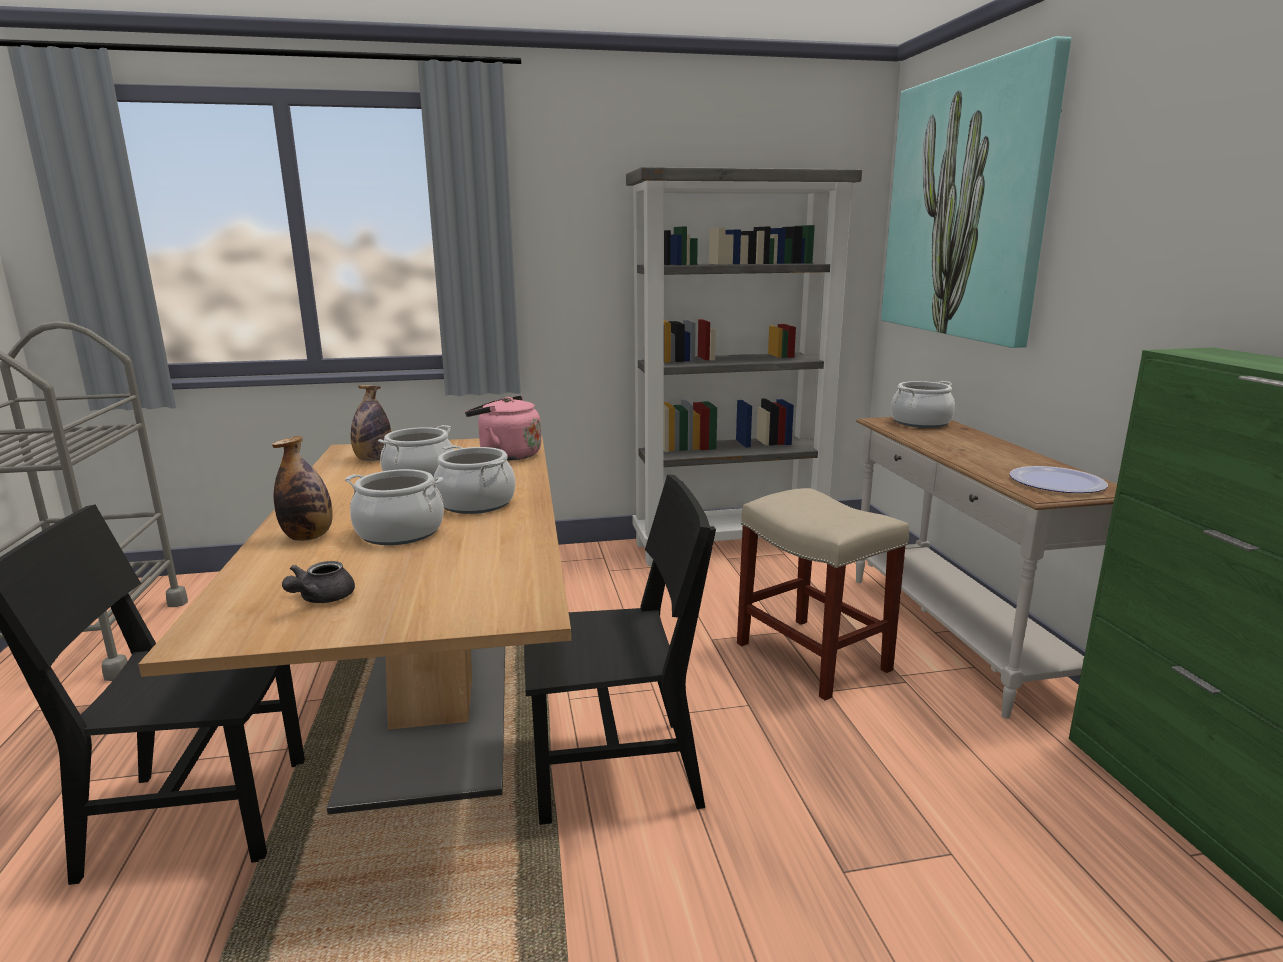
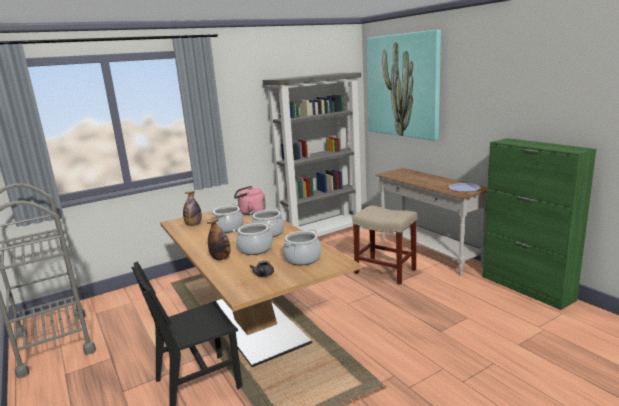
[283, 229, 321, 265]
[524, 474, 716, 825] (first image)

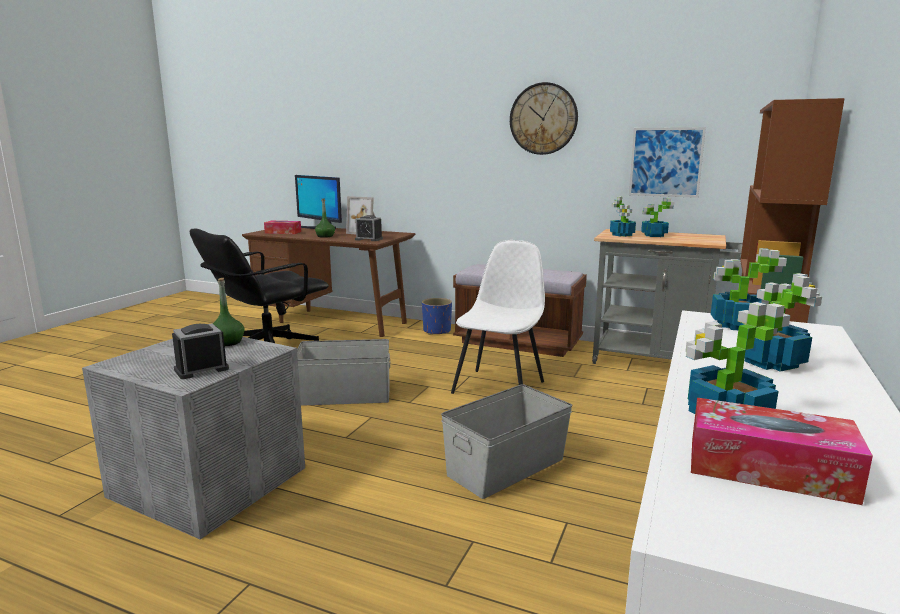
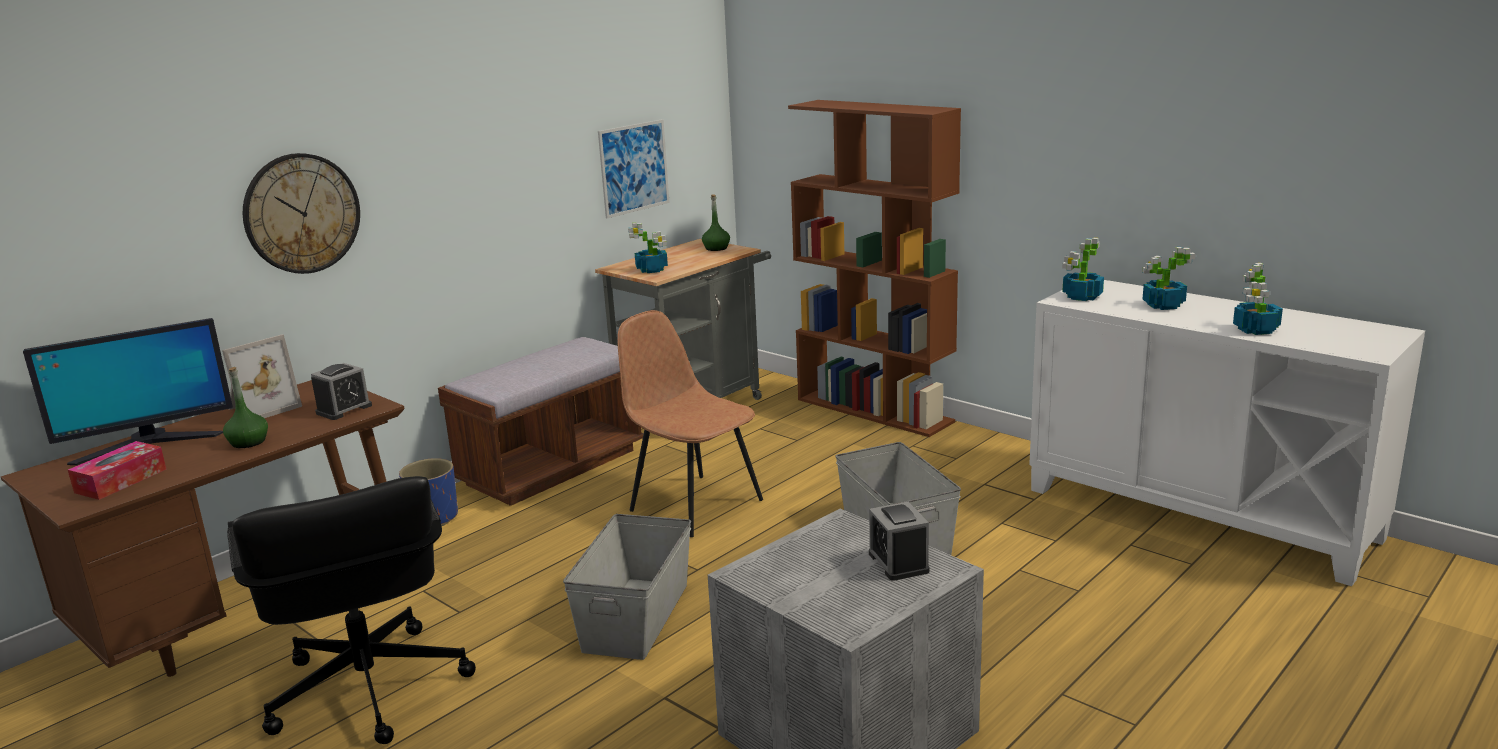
[243, 153, 360, 274]
[617, 310, 763, 537]
[702, 194, 730, 251]
[641, 198, 674, 237] (first image)
[691, 398, 873, 505] (first image)

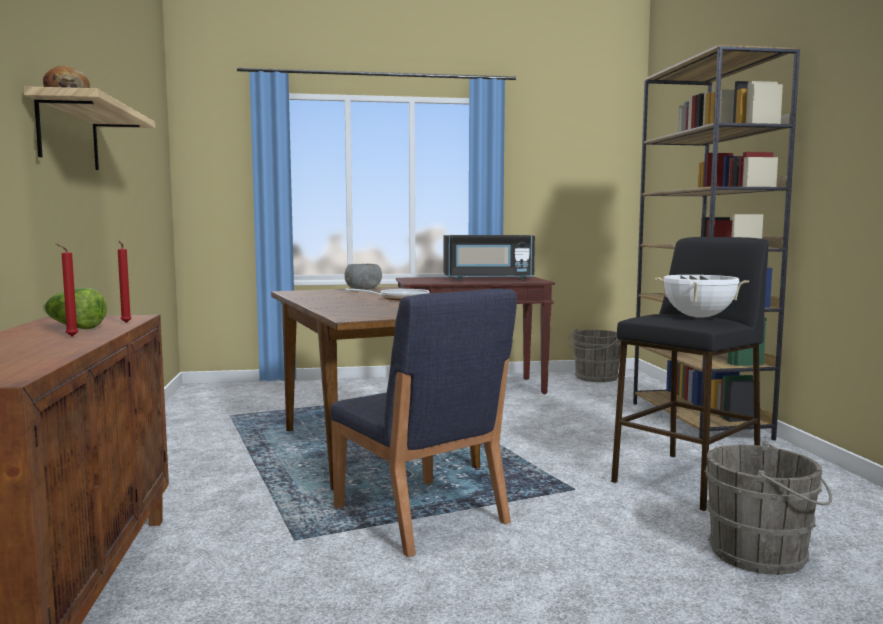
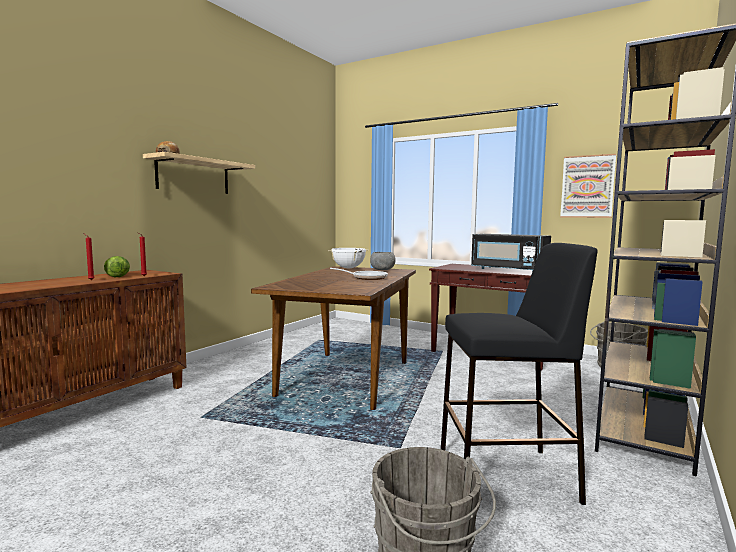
[328, 248, 369, 268]
[560, 154, 616, 218]
[330, 289, 517, 557] (first image)

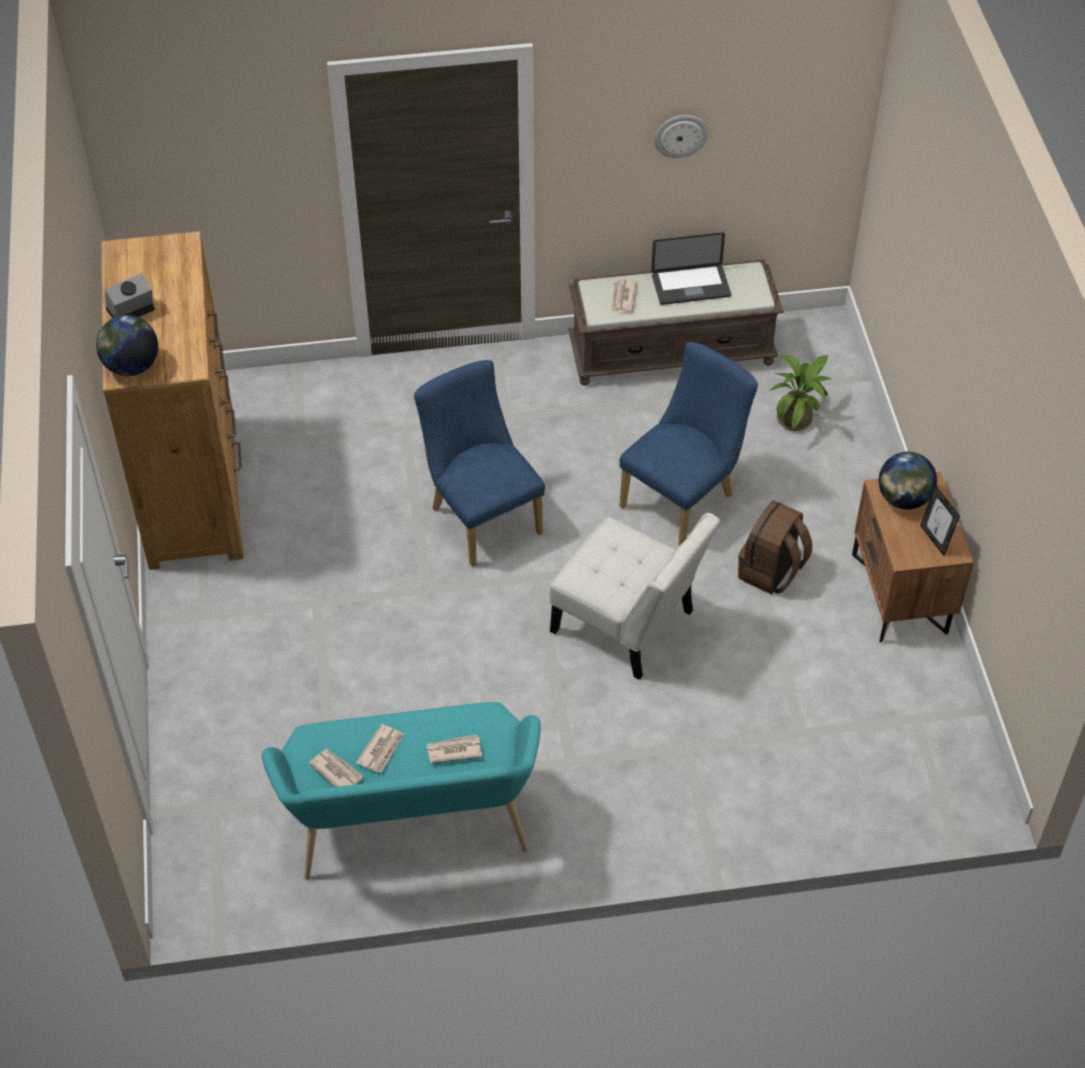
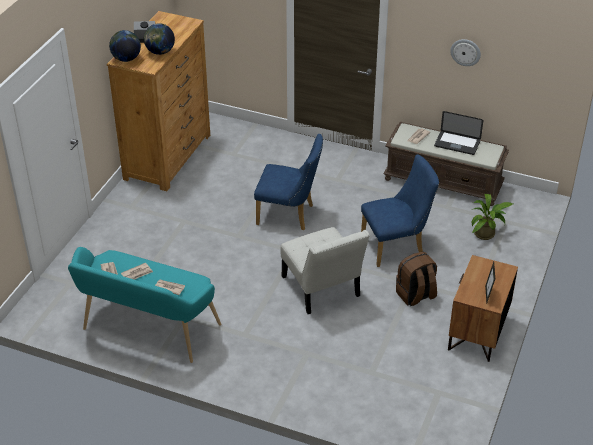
[144, 23, 175, 55]
[254, 134, 323, 231]

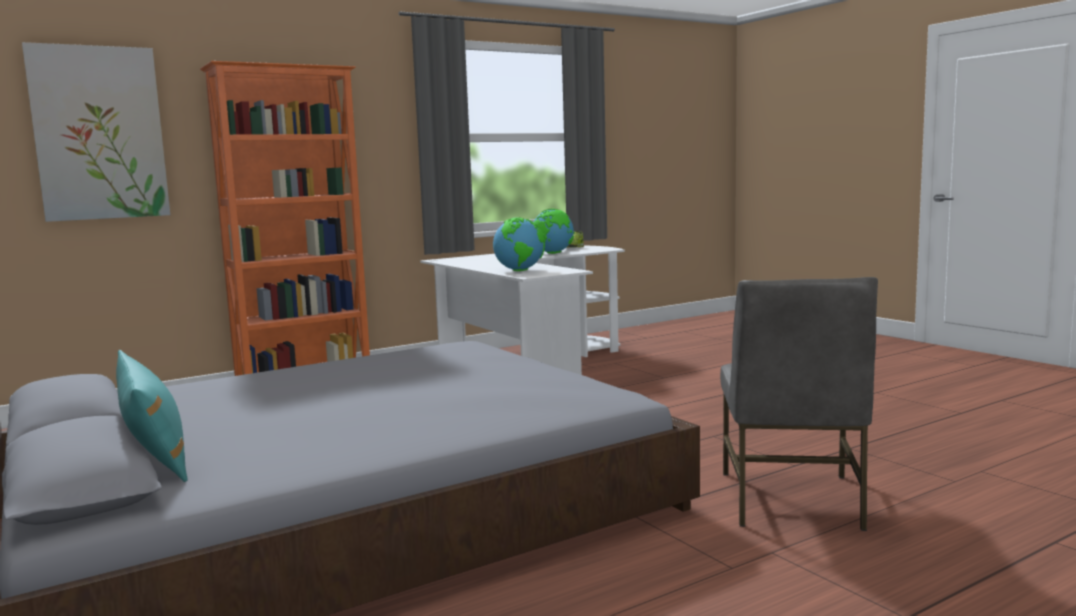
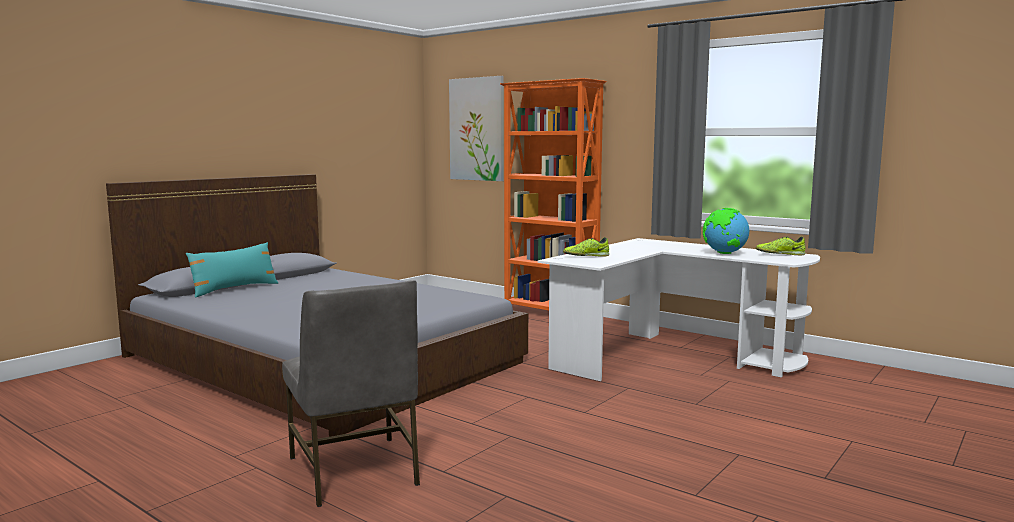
[282, 280, 420, 507]
[563, 237, 609, 256]

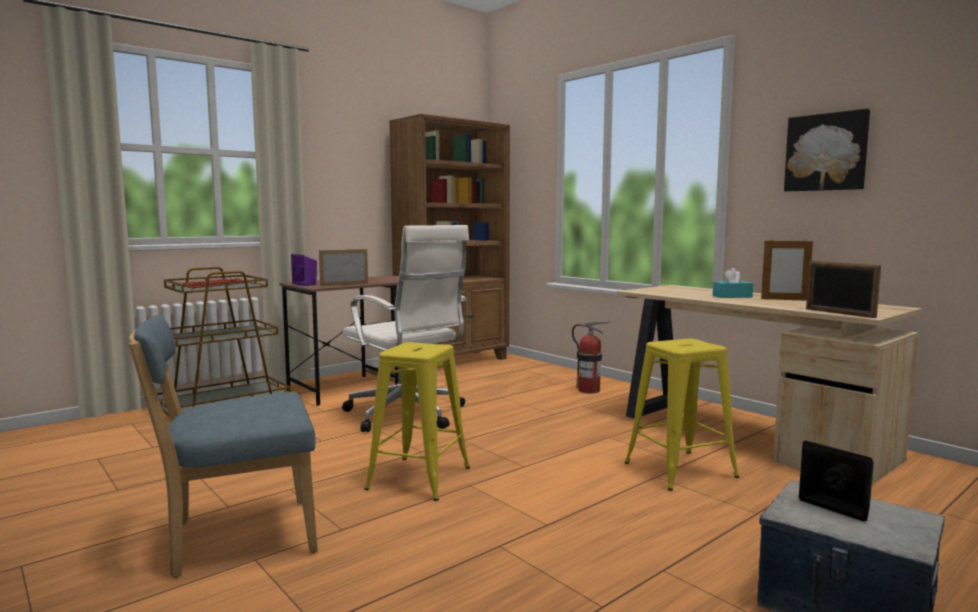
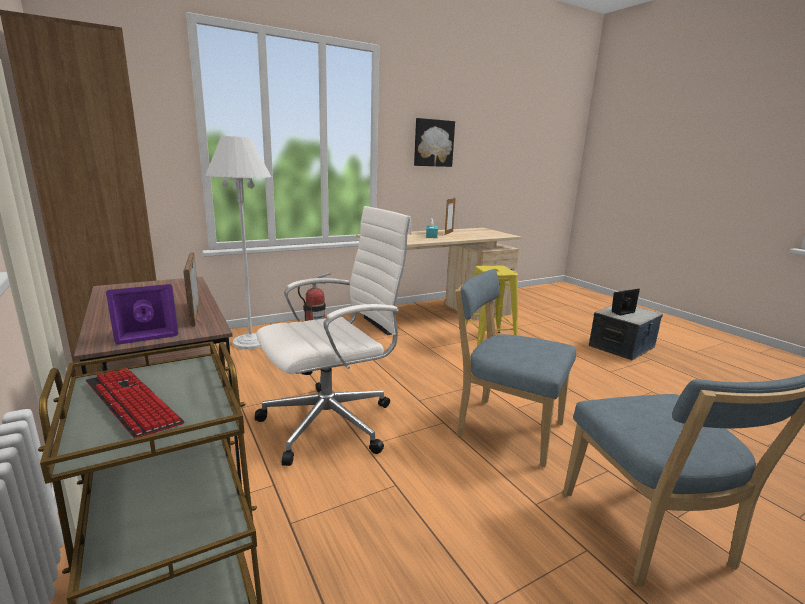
[205, 136, 271, 349]
[455, 269, 576, 467]
[806, 261, 881, 318] (first image)

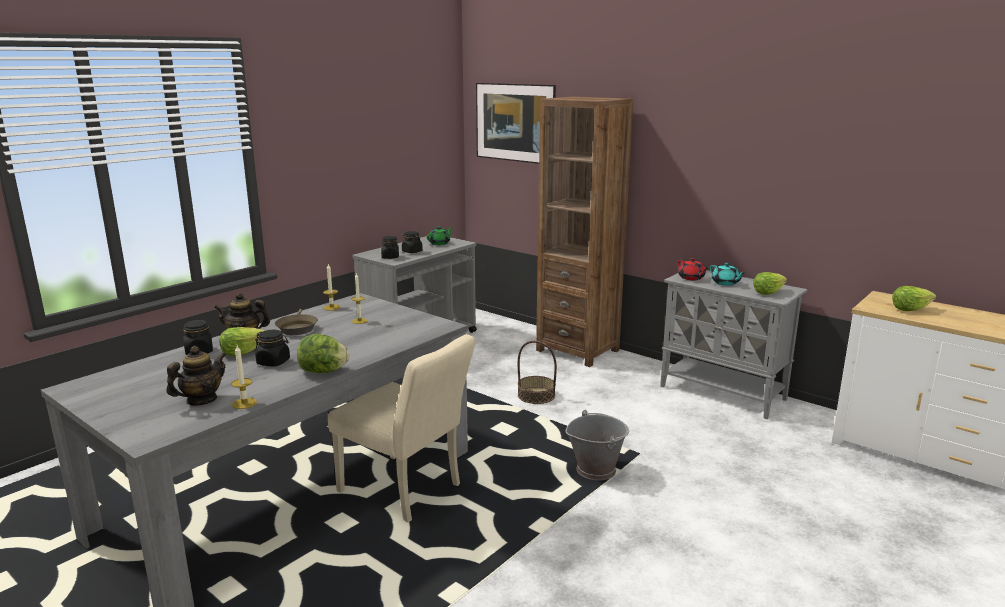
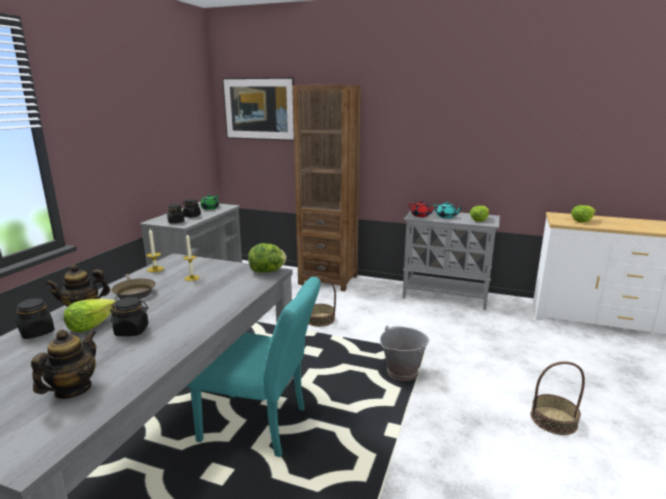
[187, 277, 321, 457]
[248, 243, 287, 273]
[531, 361, 585, 435]
[231, 345, 257, 409] (first image)

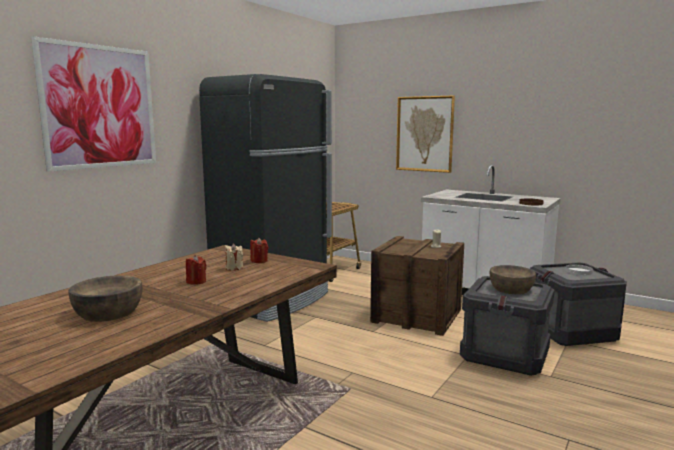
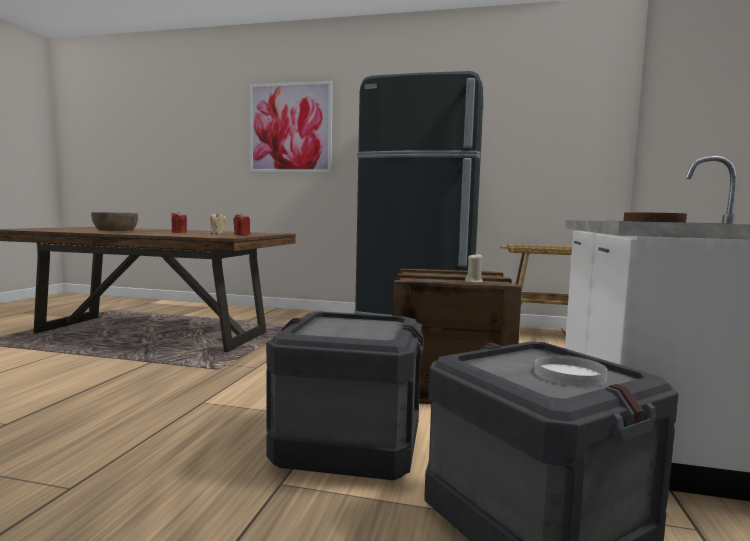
[396, 95, 455, 173] (first image)
[490, 265, 536, 294] (first image)

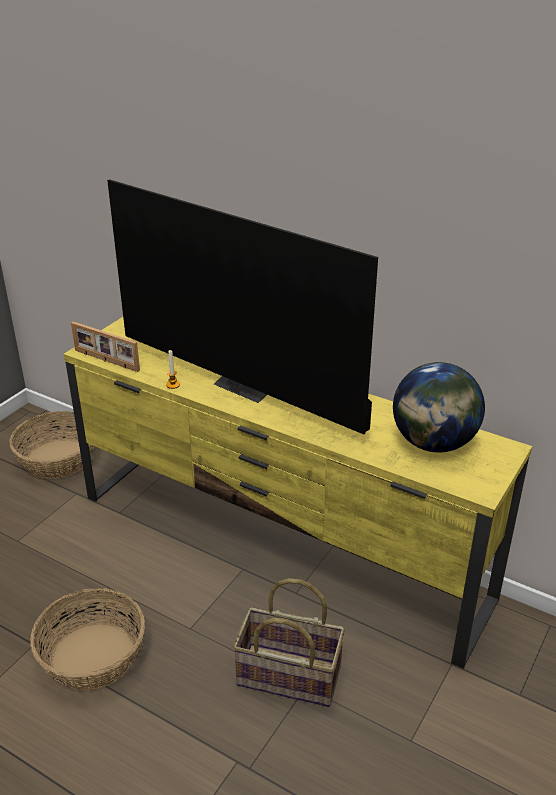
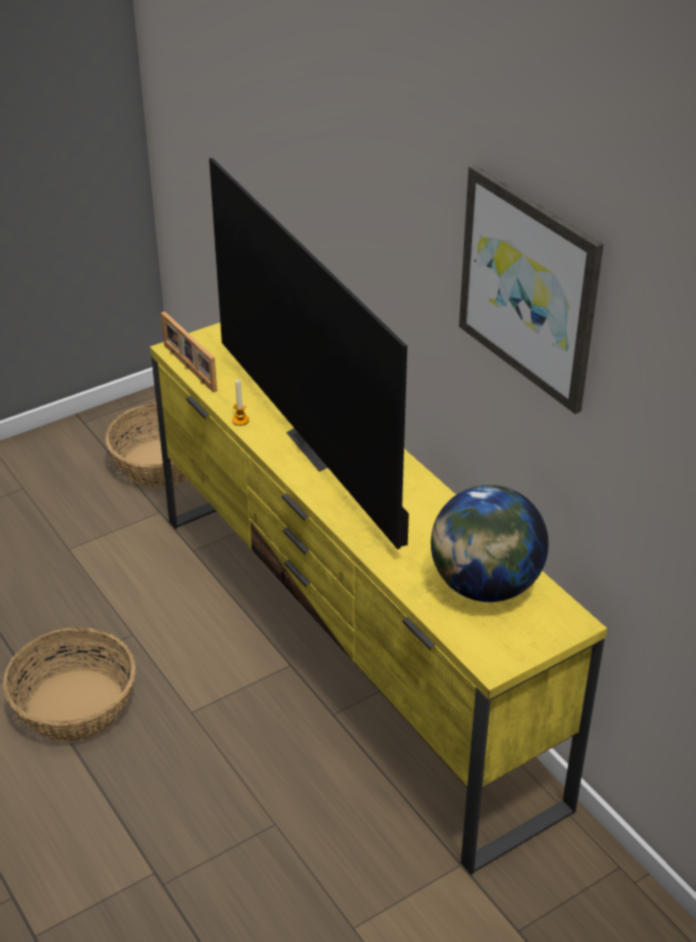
[459, 165, 604, 414]
[233, 578, 345, 707] (first image)

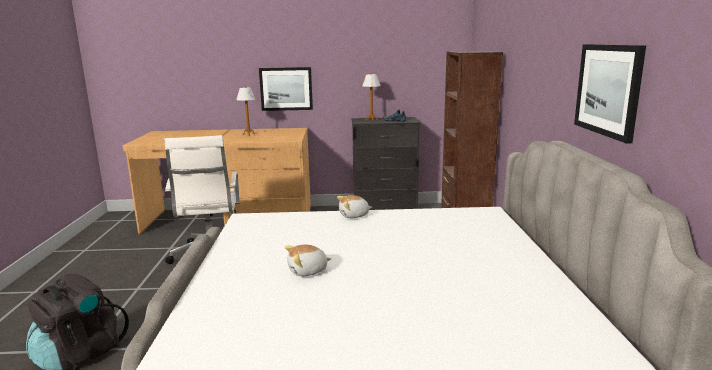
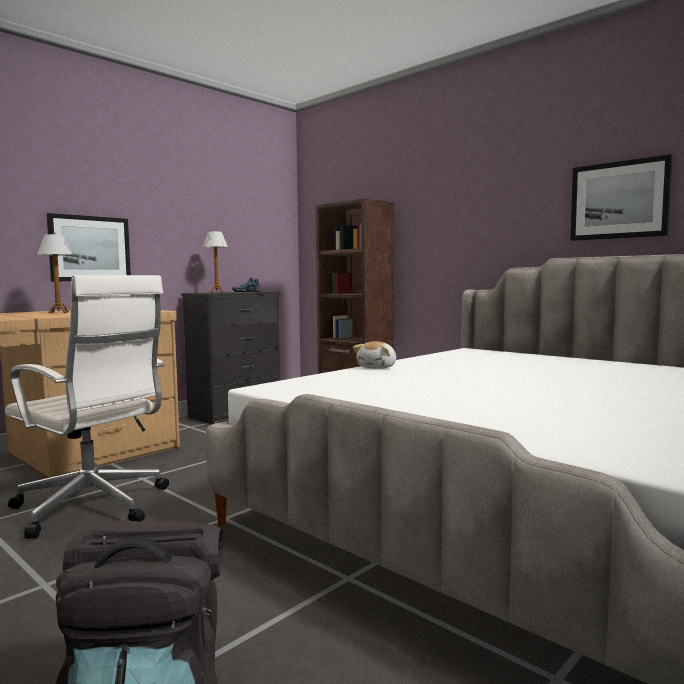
[285, 245, 331, 276] (first image)

